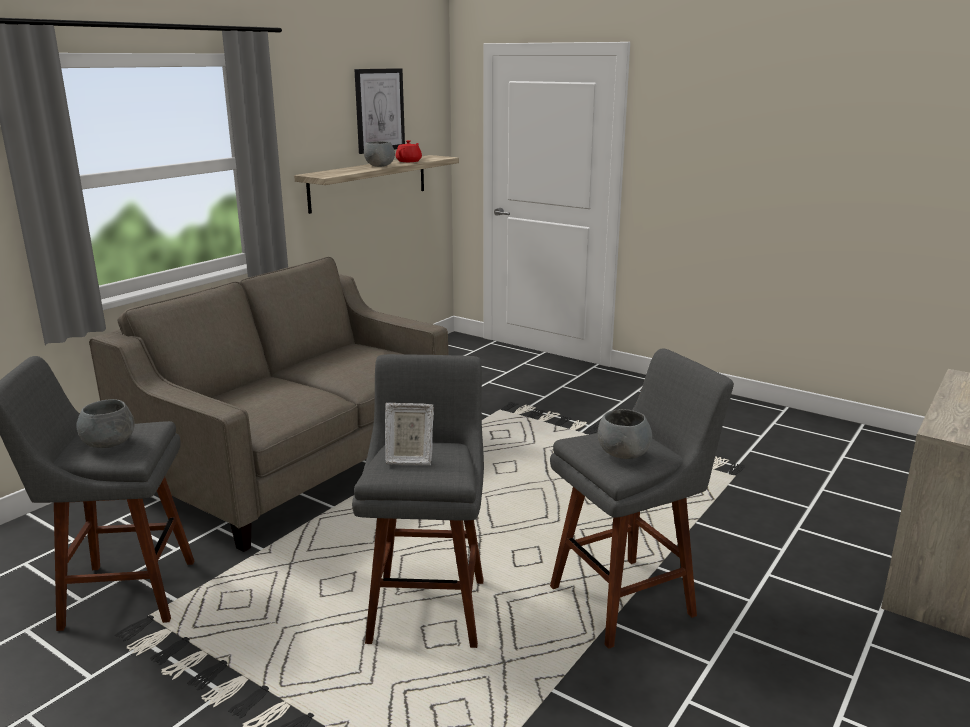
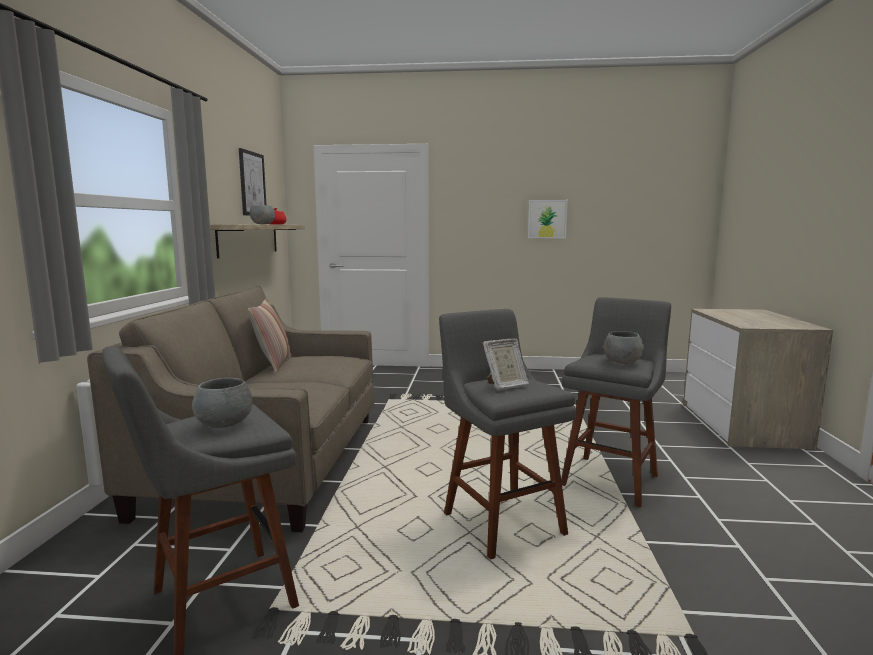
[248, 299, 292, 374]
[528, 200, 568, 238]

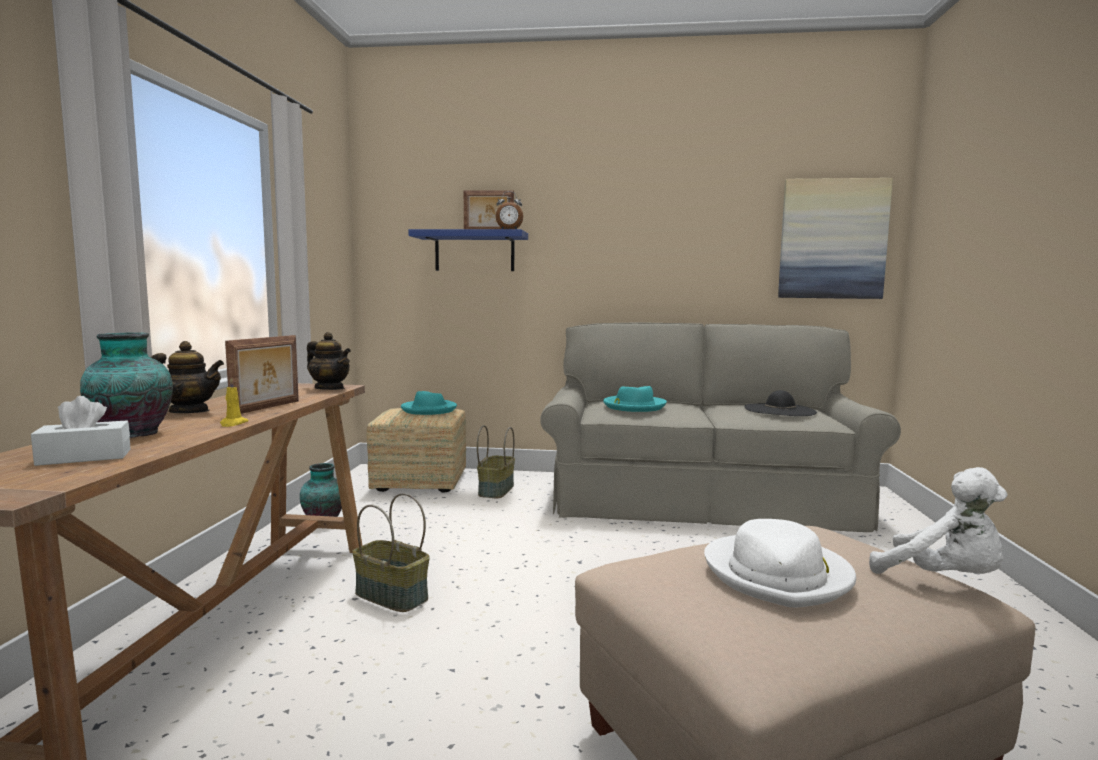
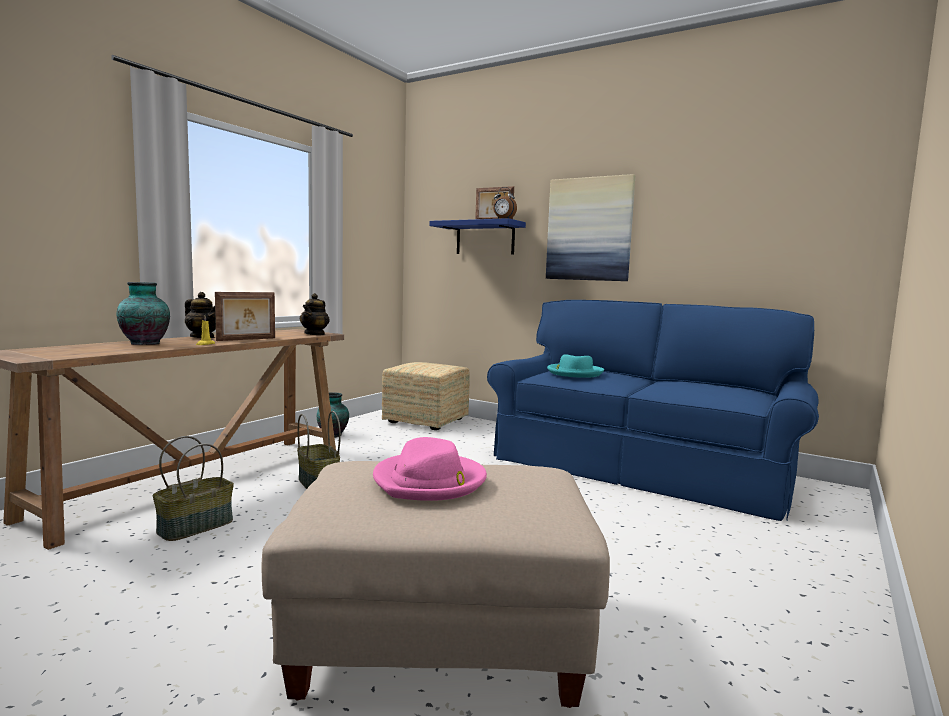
[153, 436, 234, 541]
[300, 293, 330, 335]
[373, 437, 487, 501]
[487, 300, 819, 521]
[546, 174, 635, 281]
[31, 396, 131, 466] (first image)
[401, 391, 457, 415] (first image)
[744, 390, 817, 416] (first image)
[869, 467, 1008, 574] (first image)

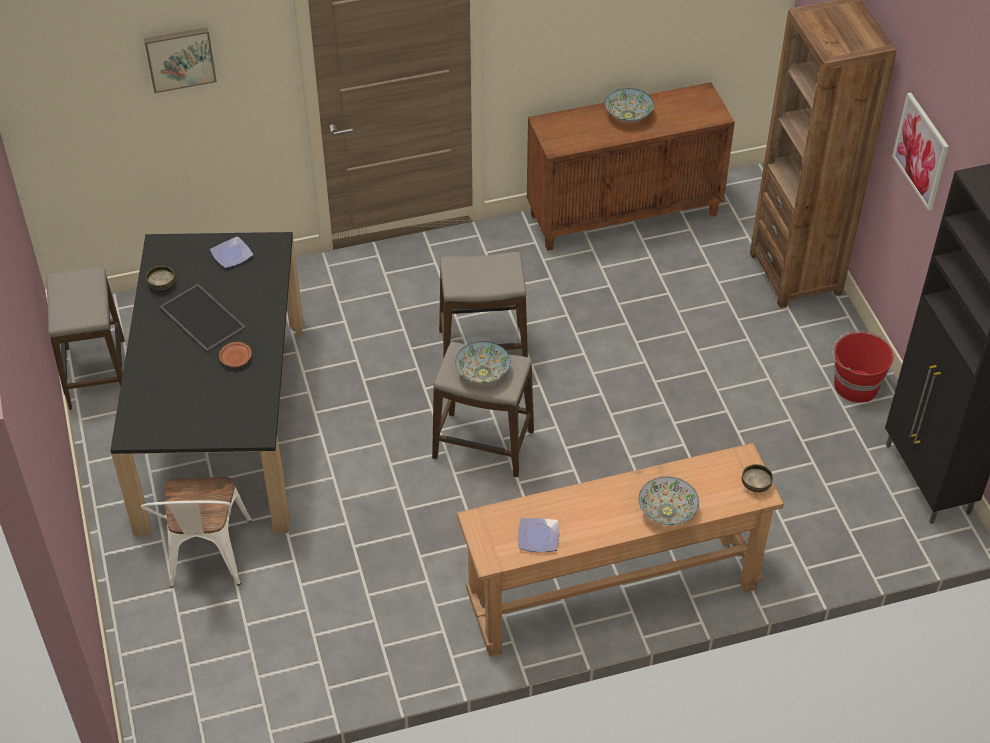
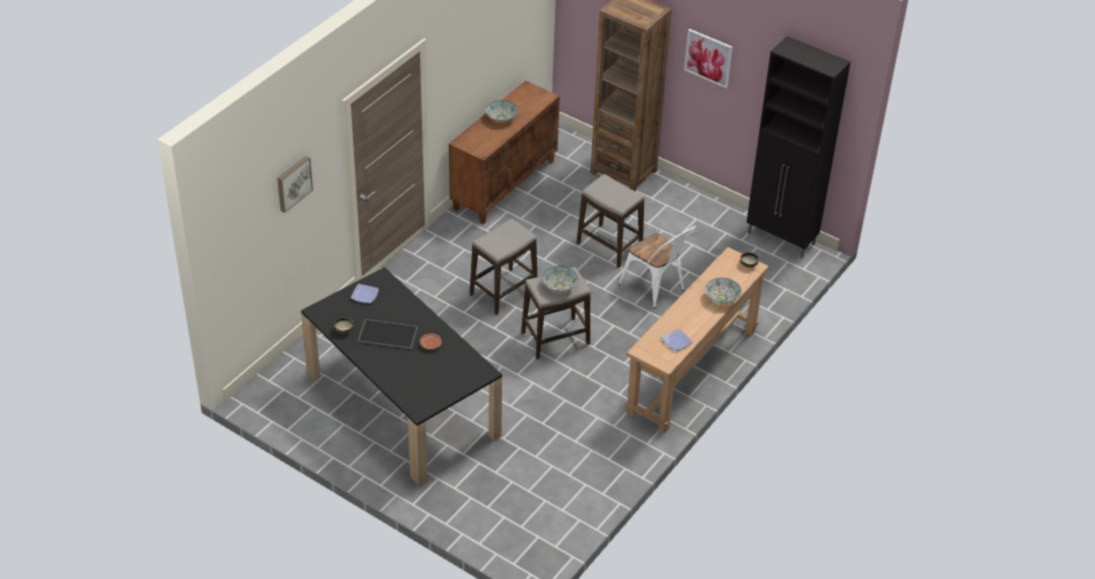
[577, 174, 644, 268]
[619, 226, 697, 308]
[832, 331, 893, 403] (first image)

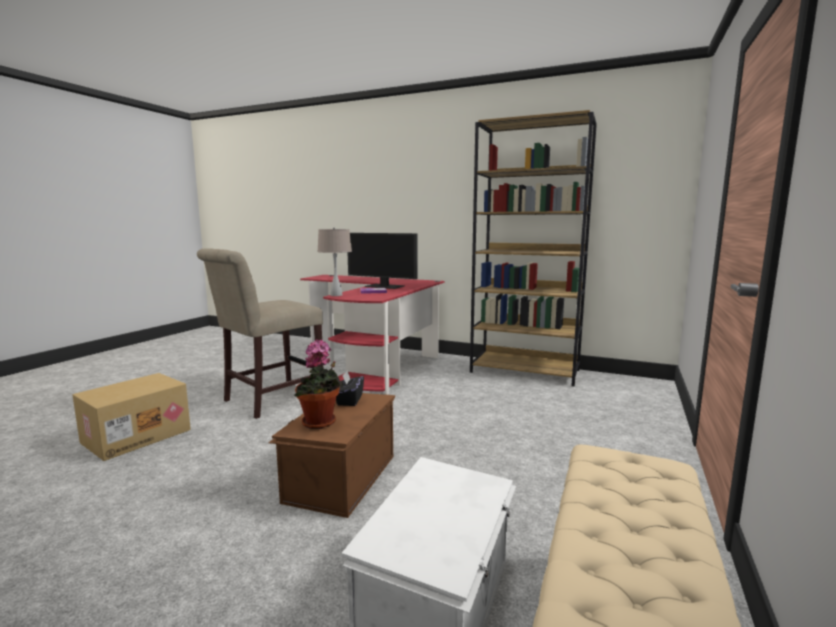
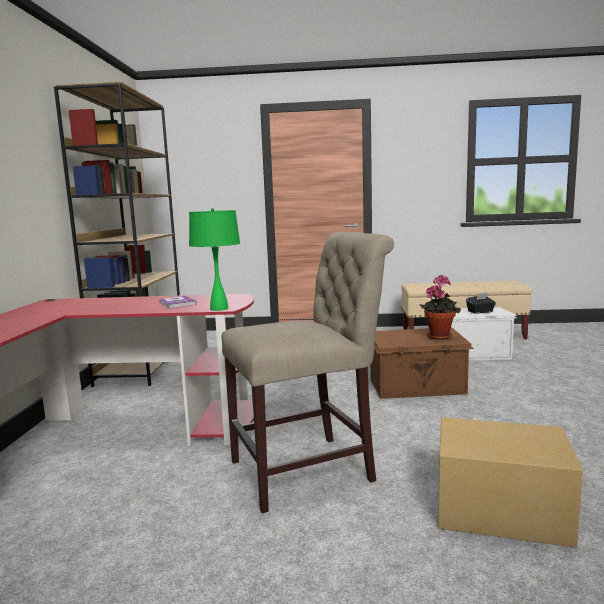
[189, 208, 240, 311]
[222, 232, 394, 513]
[466, 293, 496, 314]
[348, 233, 417, 289] (first image)

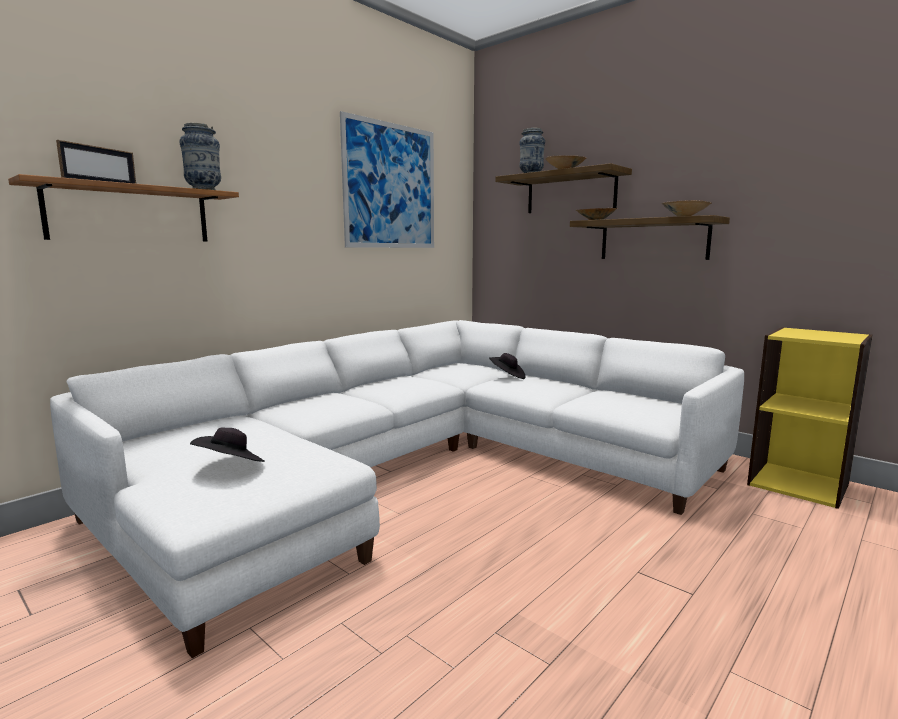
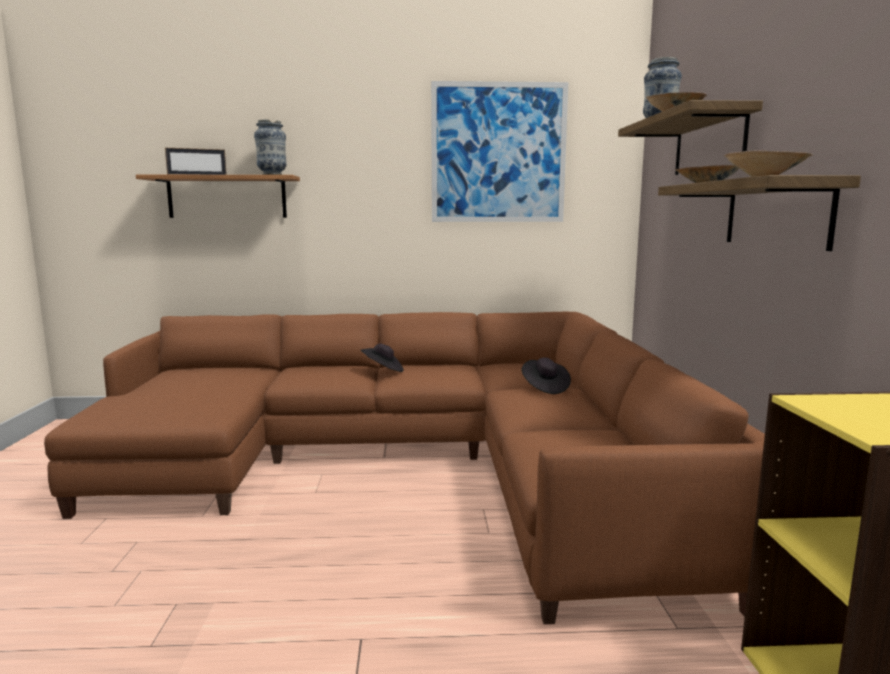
[44, 312, 765, 624]
[361, 344, 404, 372]

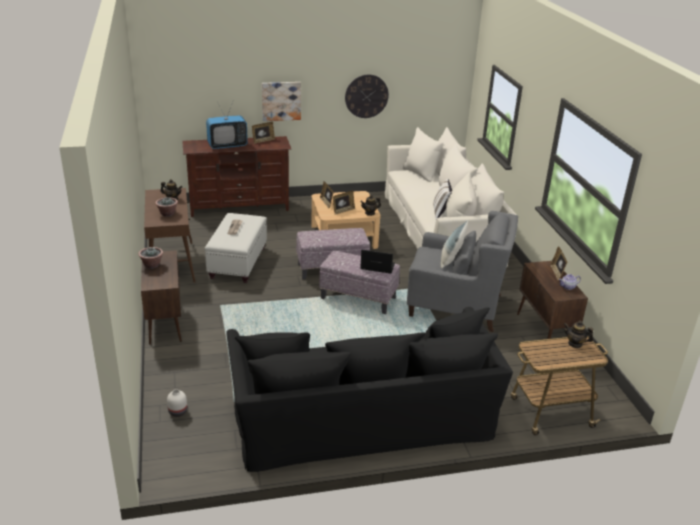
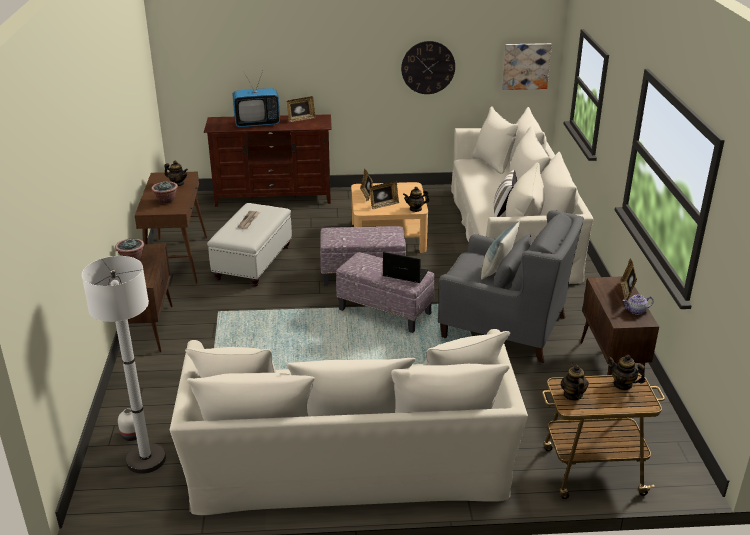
[82, 256, 166, 474]
[170, 329, 528, 515]
[502, 43, 552, 90]
[561, 362, 588, 401]

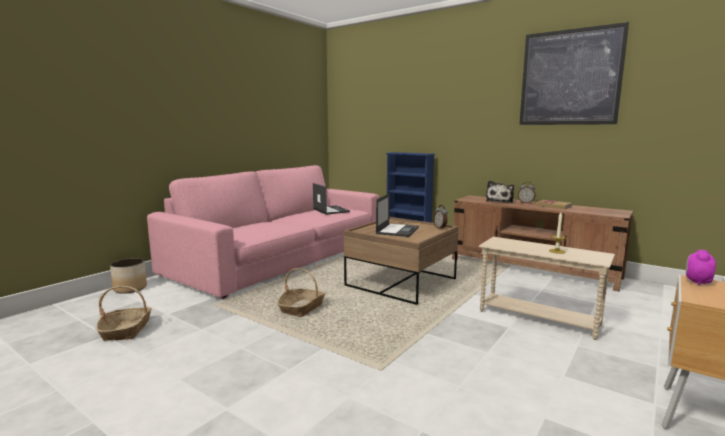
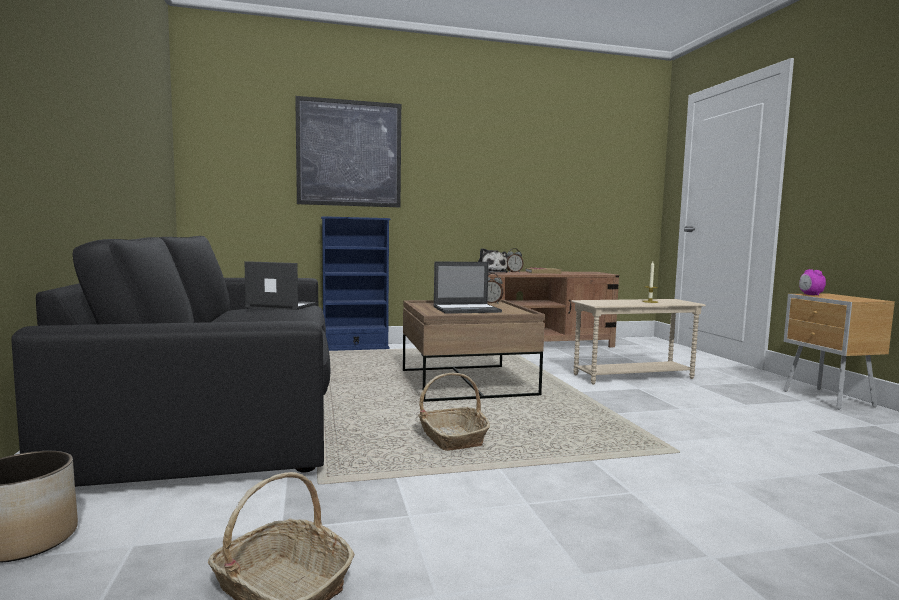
[12, 236, 330, 487]
[295, 96, 401, 207]
[433, 261, 502, 314]

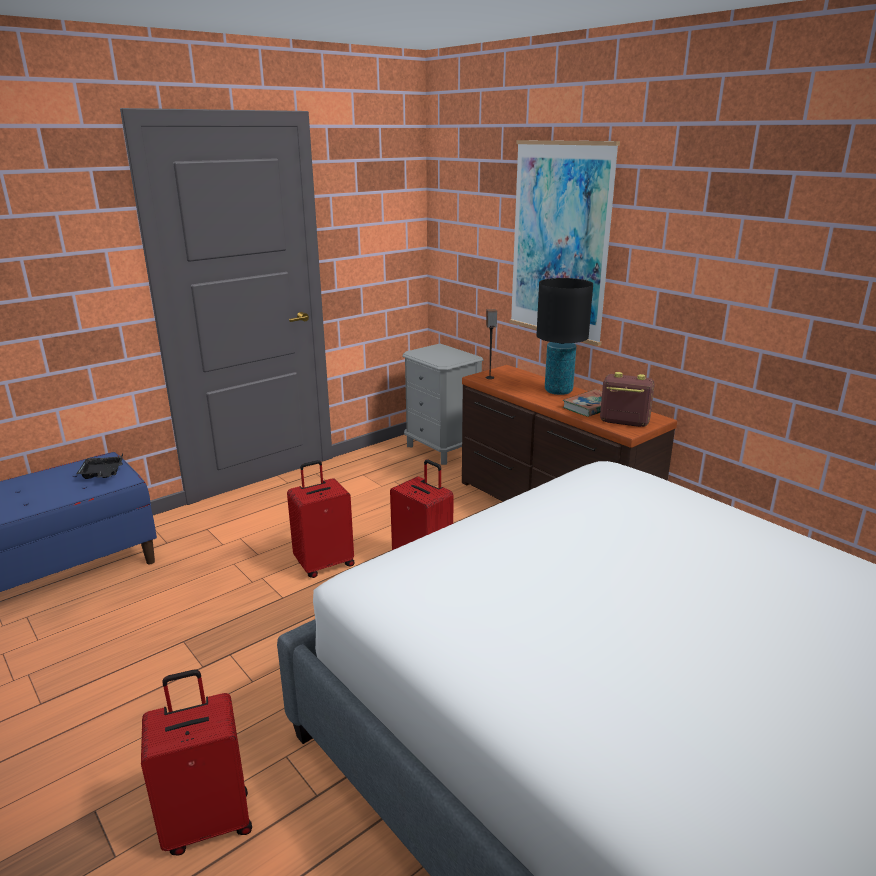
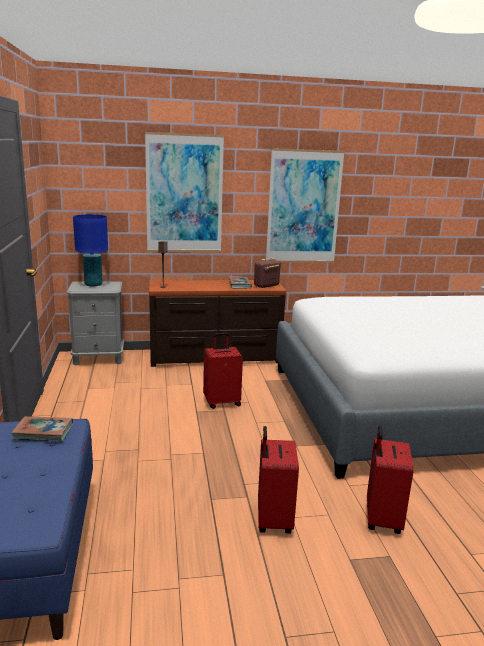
[12, 416, 73, 442]
[73, 214, 108, 287]
[258, 426, 299, 534]
[266, 148, 345, 262]
[537, 278, 593, 395] (first image)

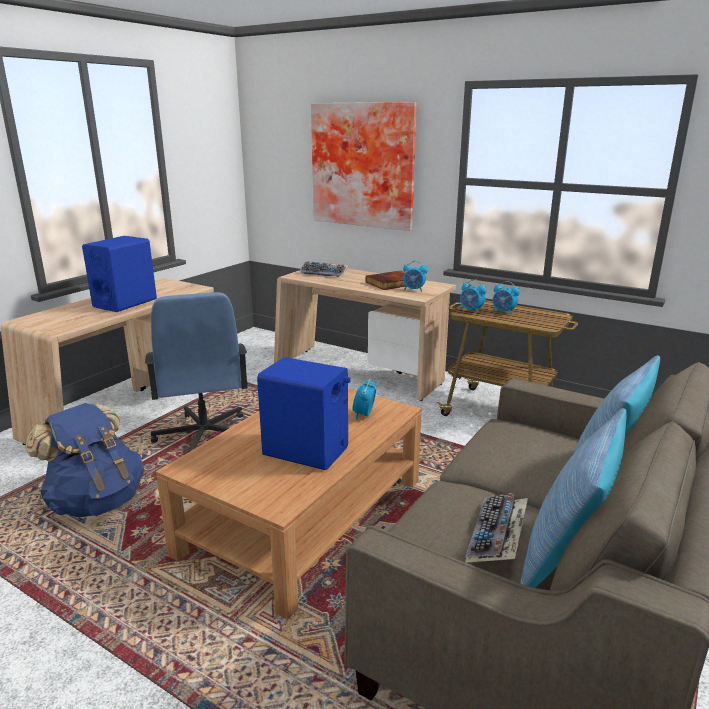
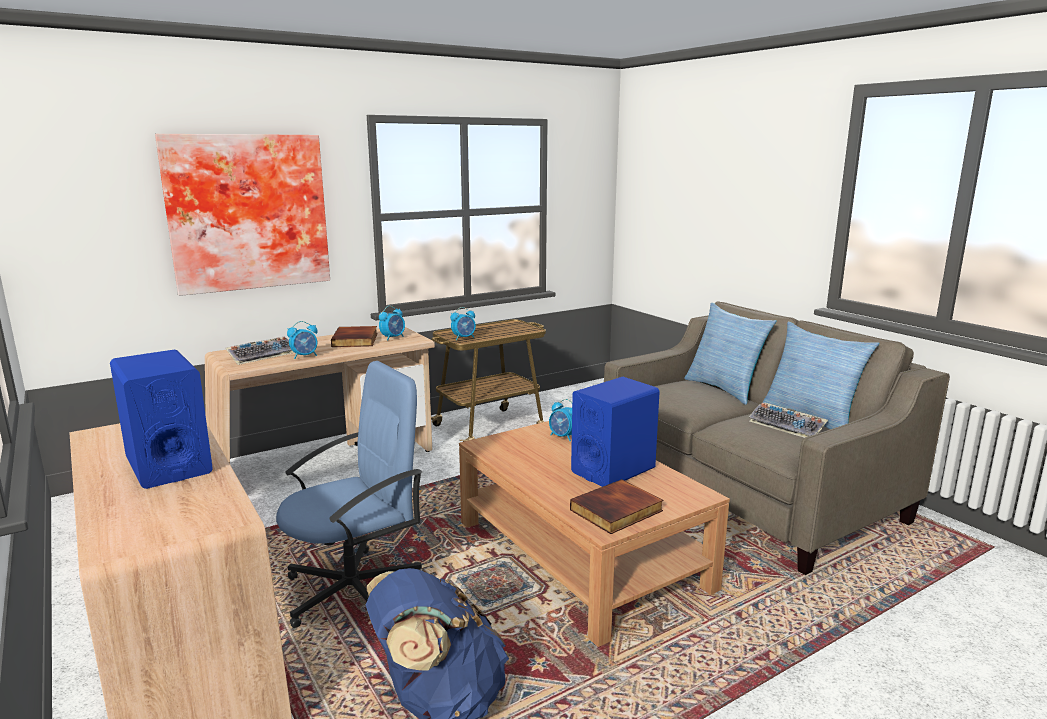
[276, 361, 423, 628]
[287, 321, 318, 359]
[570, 479, 663, 534]

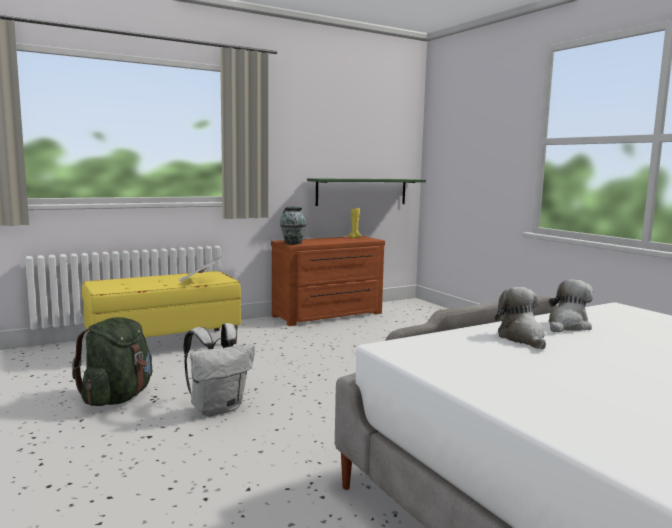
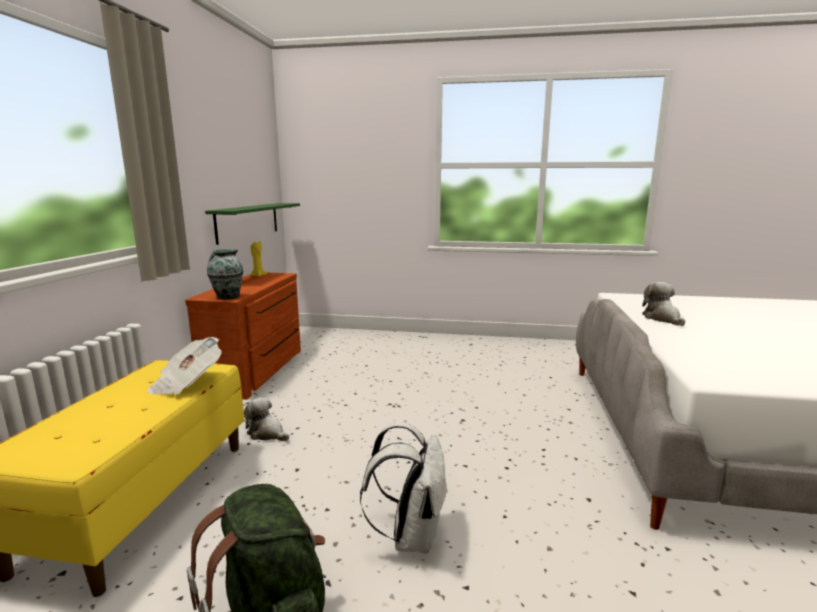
[244, 397, 289, 441]

